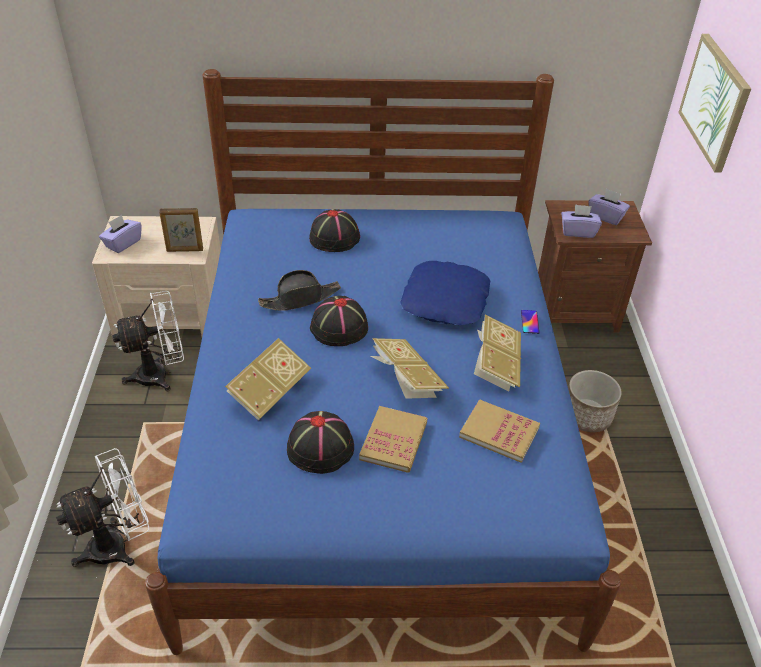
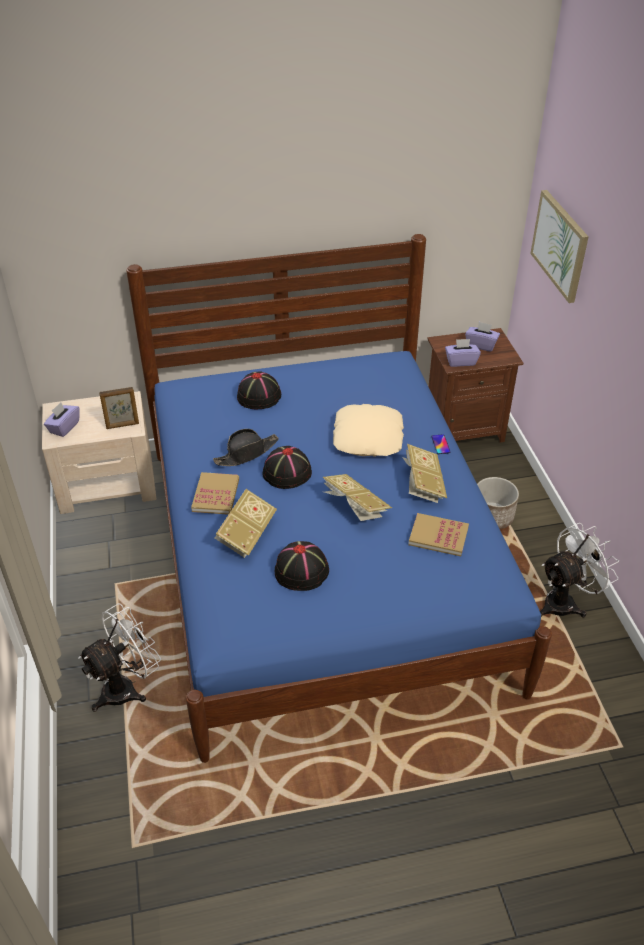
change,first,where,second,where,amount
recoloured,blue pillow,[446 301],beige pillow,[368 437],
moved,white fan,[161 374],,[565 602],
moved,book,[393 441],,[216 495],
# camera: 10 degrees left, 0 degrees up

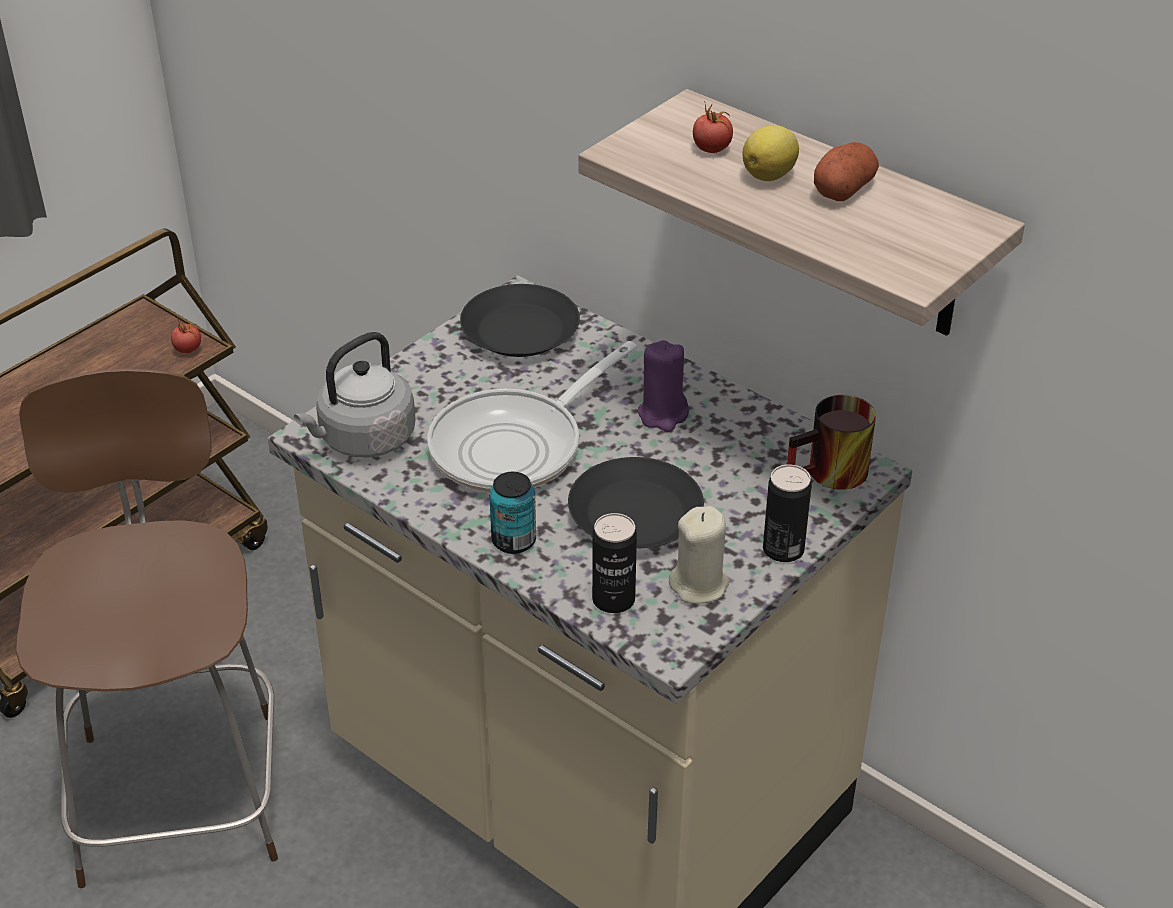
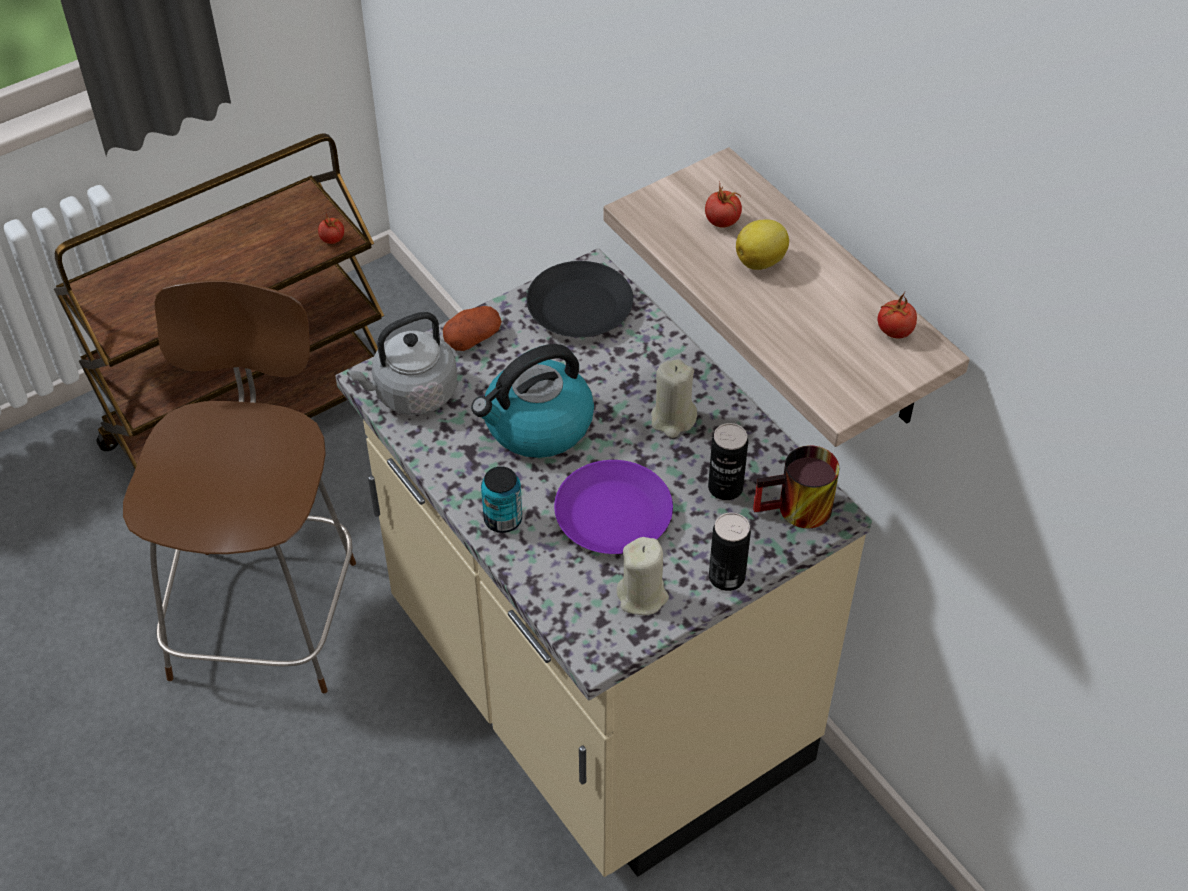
change,first,where,second,where,amount
moved,potato,[843 189],,[473 338],
recoloured,purple candle,[663 414],beige candle,[673 419],
replaced,frying pan,[516 446],kettle,[537 425],
recoloured,black plate,[635 516],purple plate,[613 516],
moved,can,[613 600],,[725 488],
added,,,tomato,[894 331],
# camera: 15 degrees right, 10 degrees up

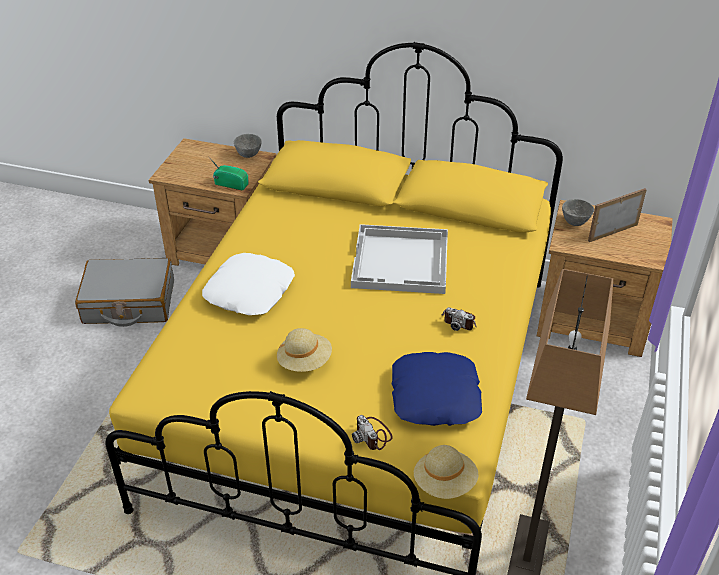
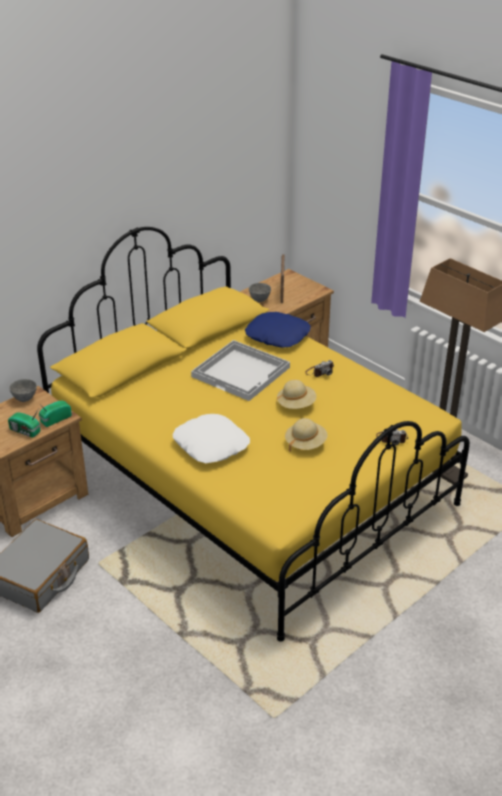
change,first,where,second,where,amount
moved,blue pillow,[436 396],,[278 335],
moved,beige hat,[445 483],,[296 404],
added,,,radio,[25 431],
# camera: 60 degrees left, 5 degrees down

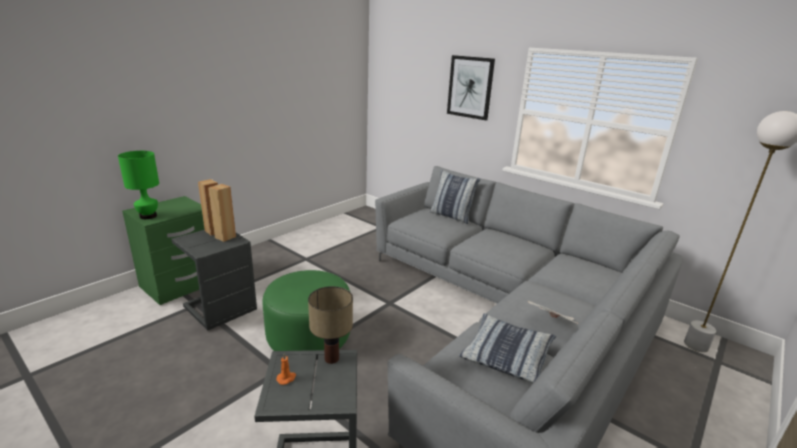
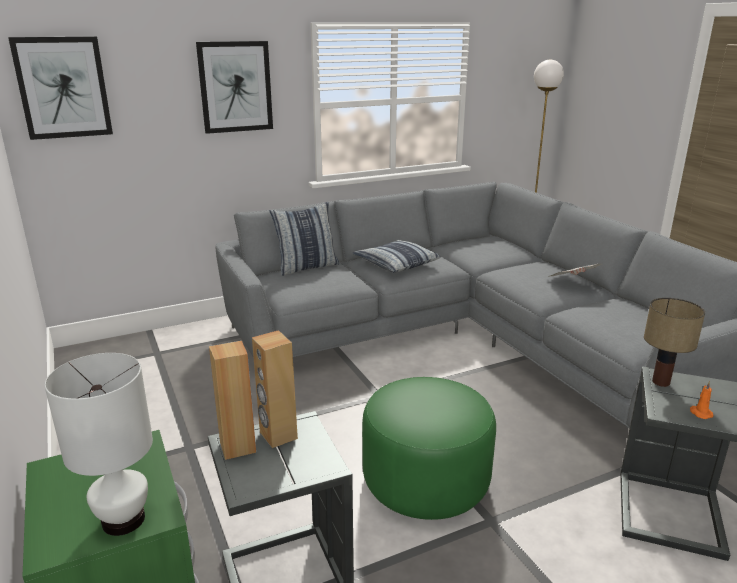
change,first,where,second,where,amount
recoloured,green table lamp,[148 216],white table lamp,[122 520],
moved,pillow,[507 355],,[396 264],
added,,,picture,[63 88],
# camera: 65 degrees left, 0 degrees up

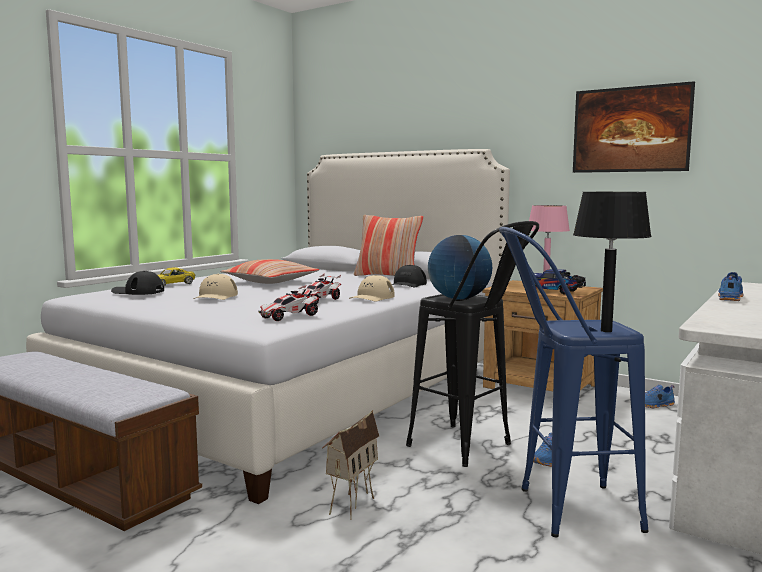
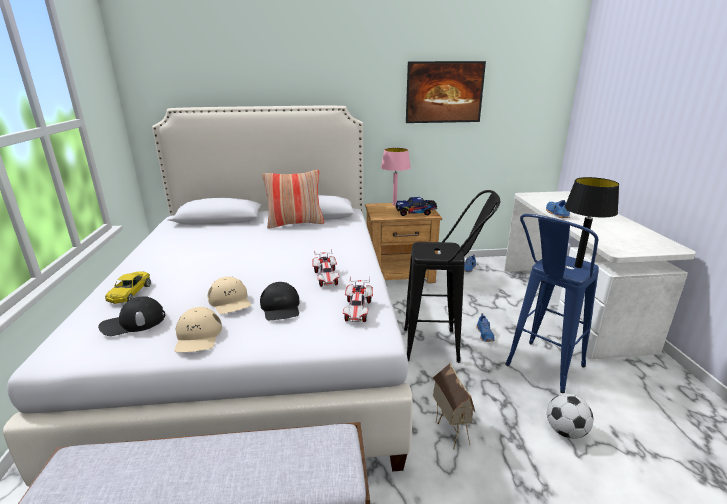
change,first,where,second,where,amount
removed,globe,[459 299],,,
removed,pillow,[270 281],,,
moved,black cap,[407 284],,[281 307],
moved,beige cap,[372 297],,[198 336],
added,,,football,[565 431],
# camera: 40 degrees left, 15 degrees up

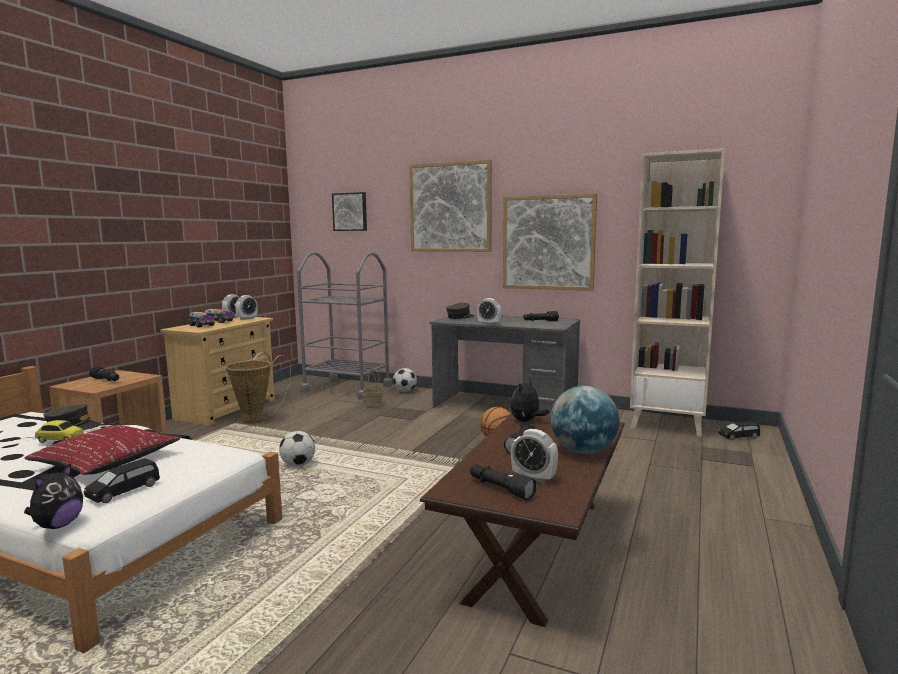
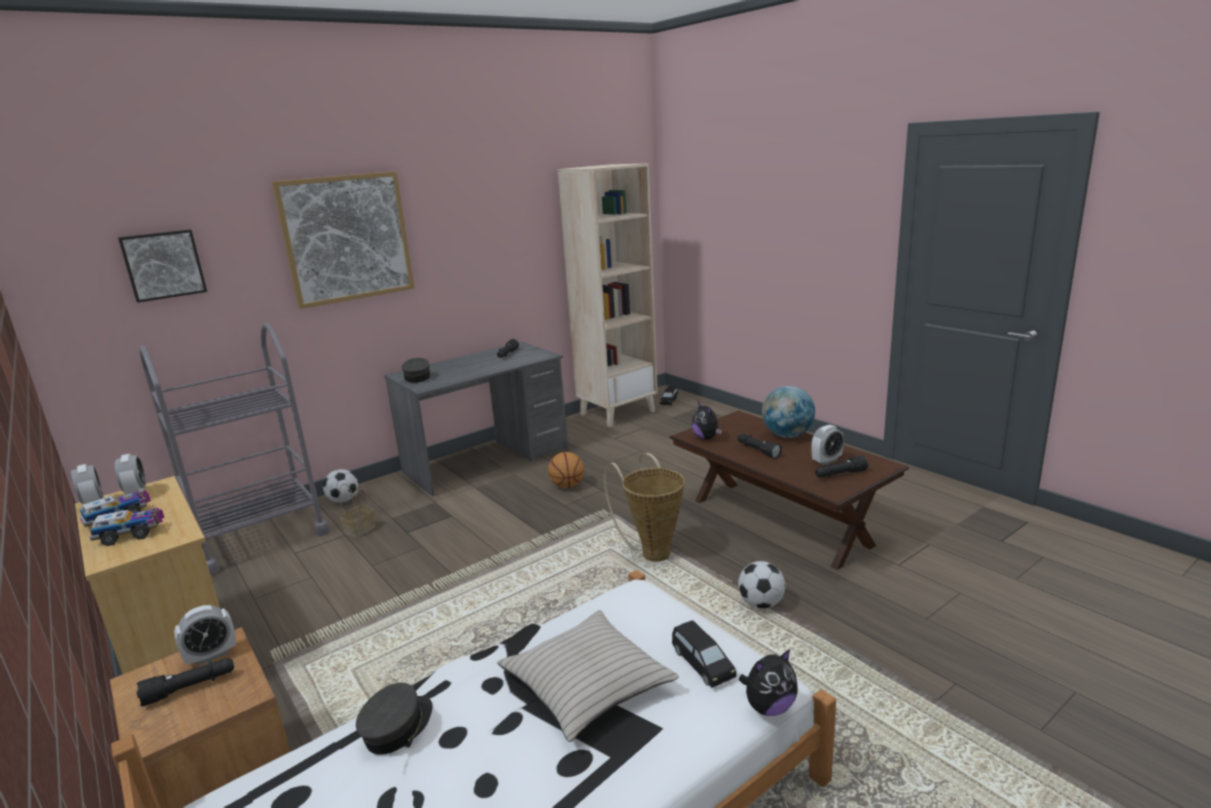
change,first,where,second,where,amount
removed,picture,[548 242],,,
moved,alarm clock,[489 324],,[212 656],
moved,basket,[257 419],,[652 551],
removed,toy car,[60 440],,,
recoloured,red pillow,[106 461],beige pillow,[587 685],
moved,football,[298 465],,[761 604],
turned,plush toy,[58 525],,[769 707],105 degrees clockwise
# camera: 60 degrees left, 10 degrees up

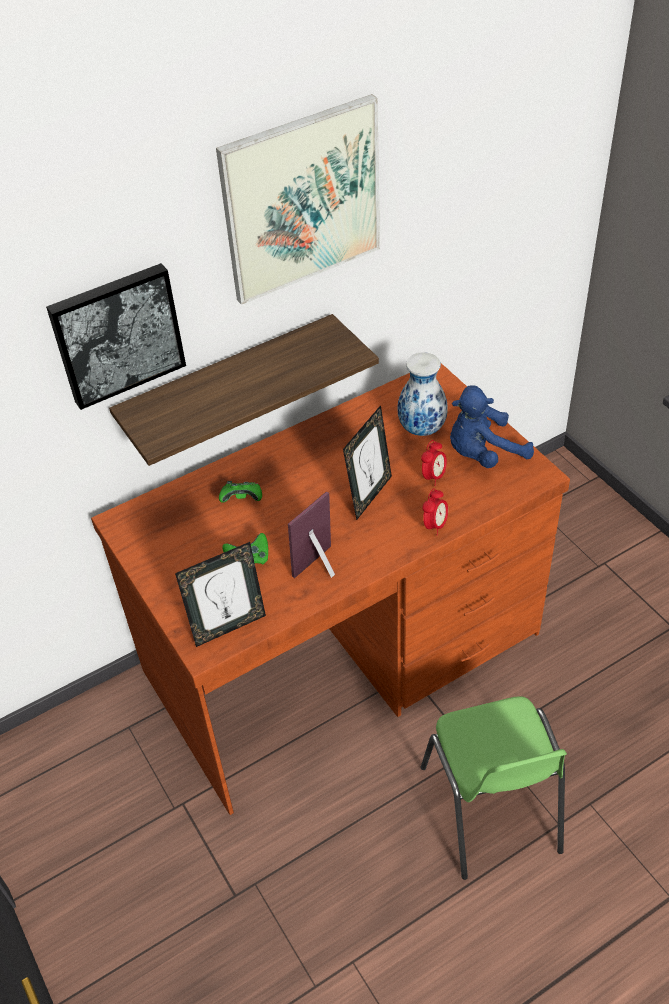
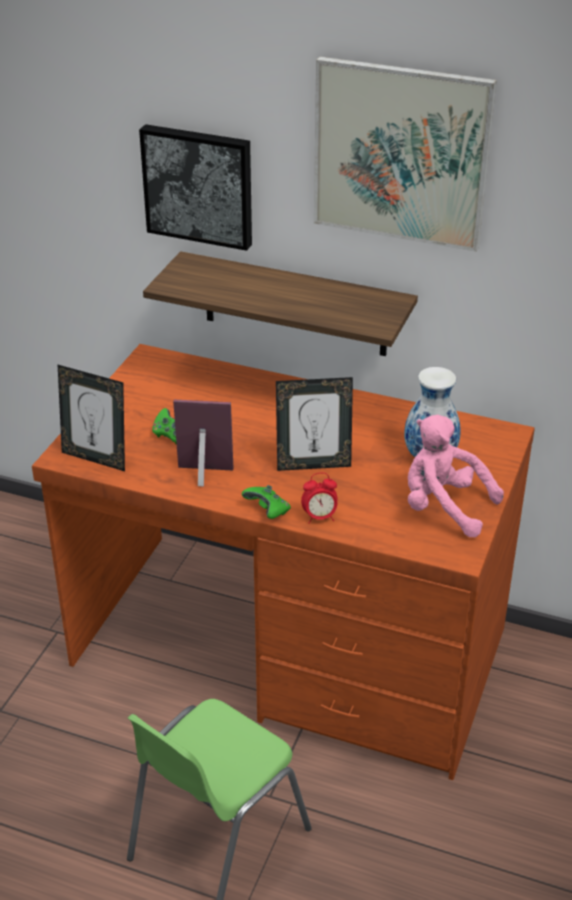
change,first,where,second,where,amount
recoloured,blue plush toy,[483 453],pink plush toy,[443 507],
removed,alarm clock,[433 477],,,
moved,green game controller,[242 499],,[268 511],
# camera: 50 degrees right, 10 degrees down

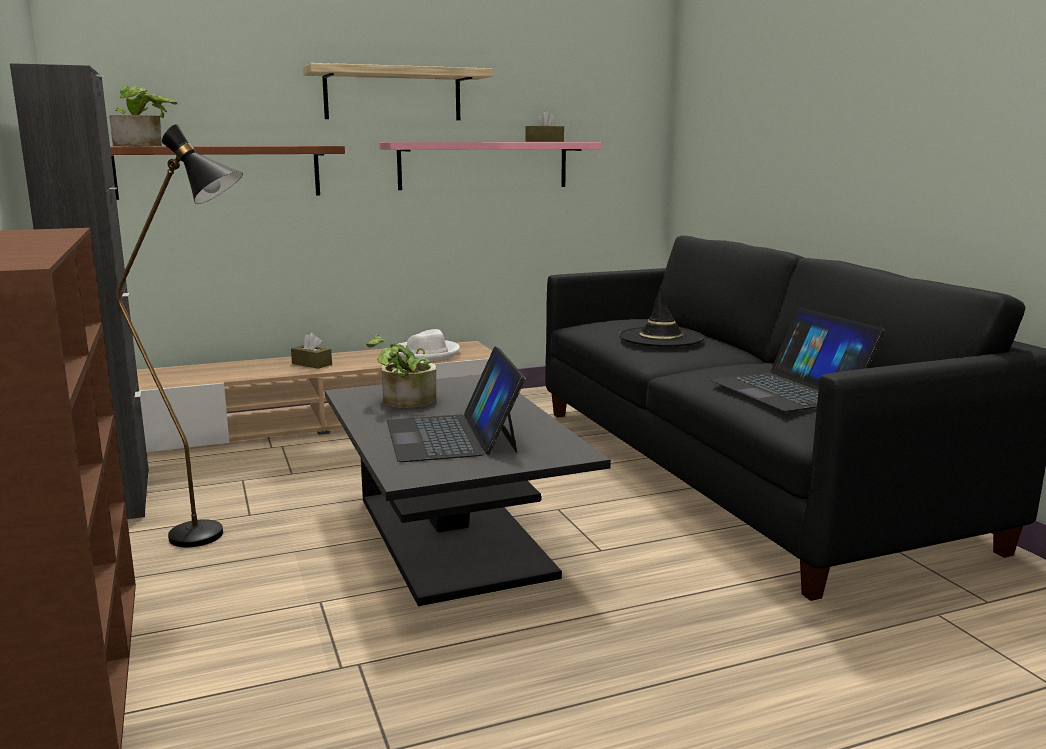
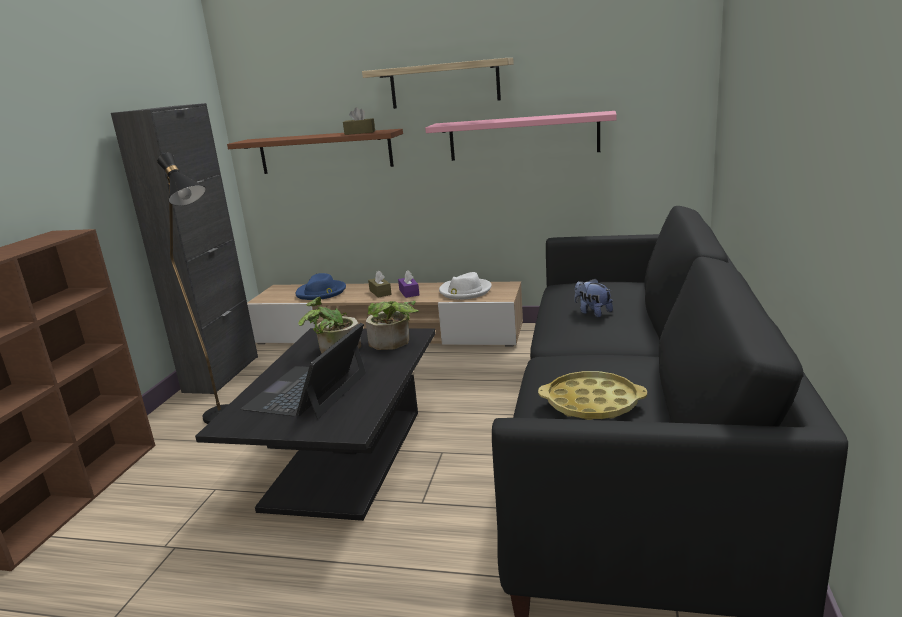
change,first,where,second,where,amount
moved,potted plant,[144 146],,[393 343],
moved,brown tissue box,[544 141],,[360 133],
replaced,black hat,[661 338],plush toy,[592 312],
replaced,laptop,[790 389],yellow tray,[592 403],
added,,,purple tissue box,[409 292],
added,,,blue hat,[321 292],
# camera: 35 degrees right, 5 degrees up

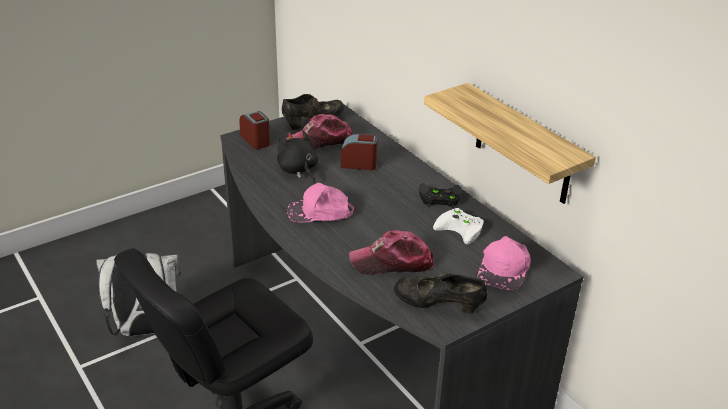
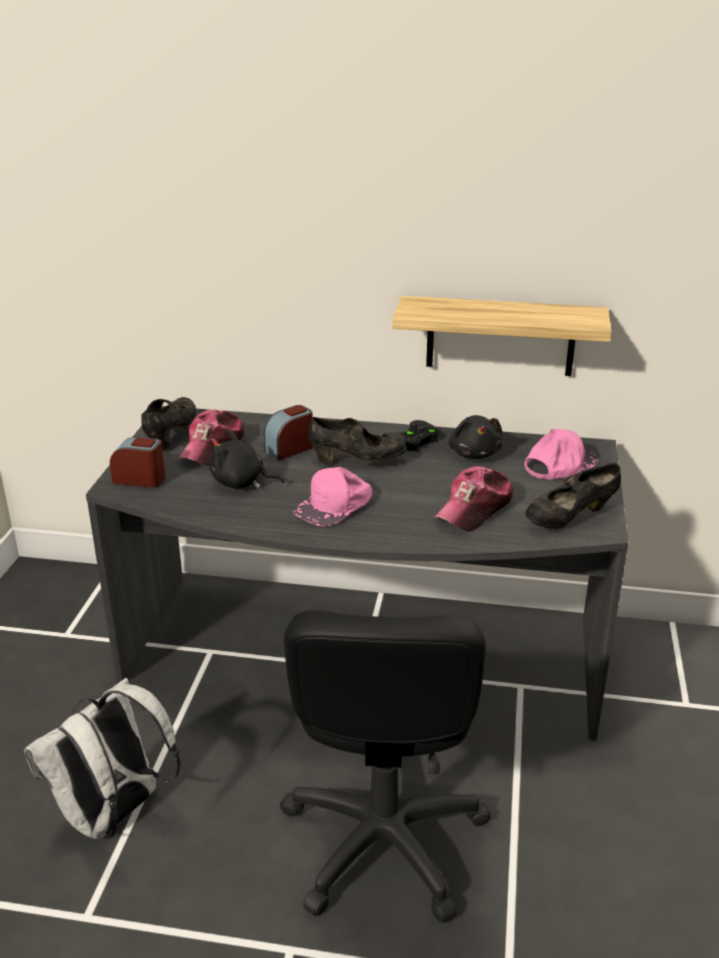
change,first,where,second,where,amount
replaced,white game controller,[462 228],black plush toy,[474 453],
turned,pink cap,[505 268],,[559 464],105 degrees counterclockwise
added,,,black shoe,[357 461],
# camera: 45 degrees left, 5 degrees down

